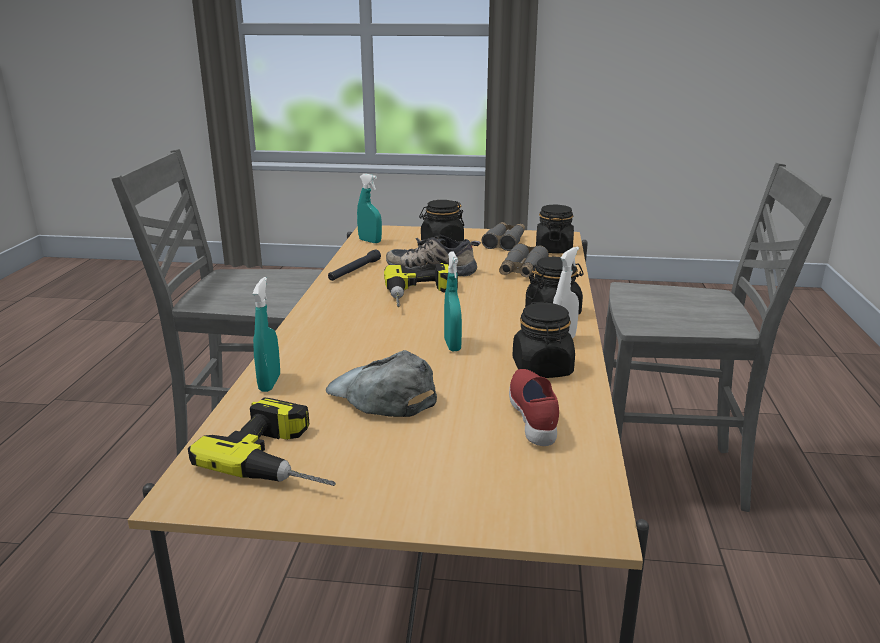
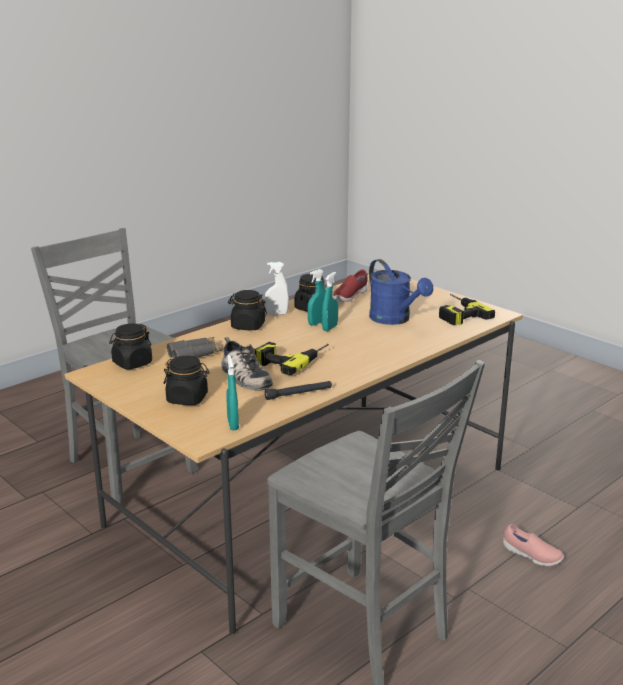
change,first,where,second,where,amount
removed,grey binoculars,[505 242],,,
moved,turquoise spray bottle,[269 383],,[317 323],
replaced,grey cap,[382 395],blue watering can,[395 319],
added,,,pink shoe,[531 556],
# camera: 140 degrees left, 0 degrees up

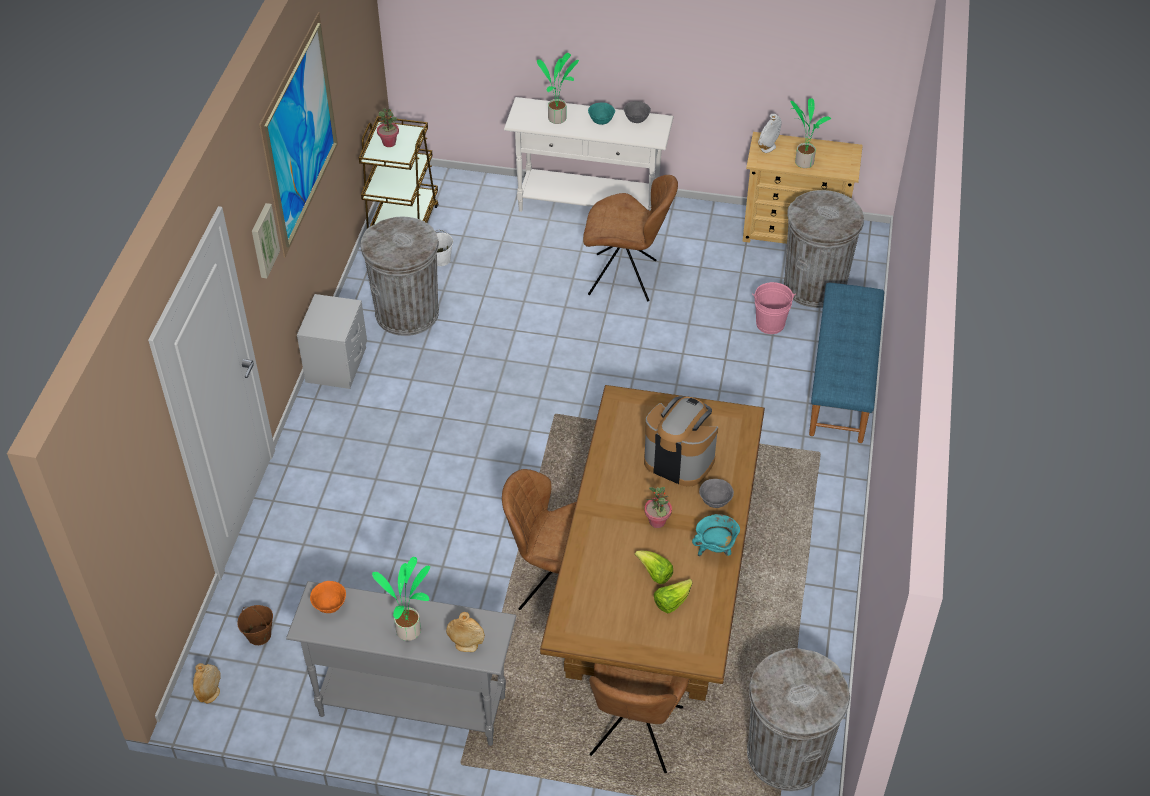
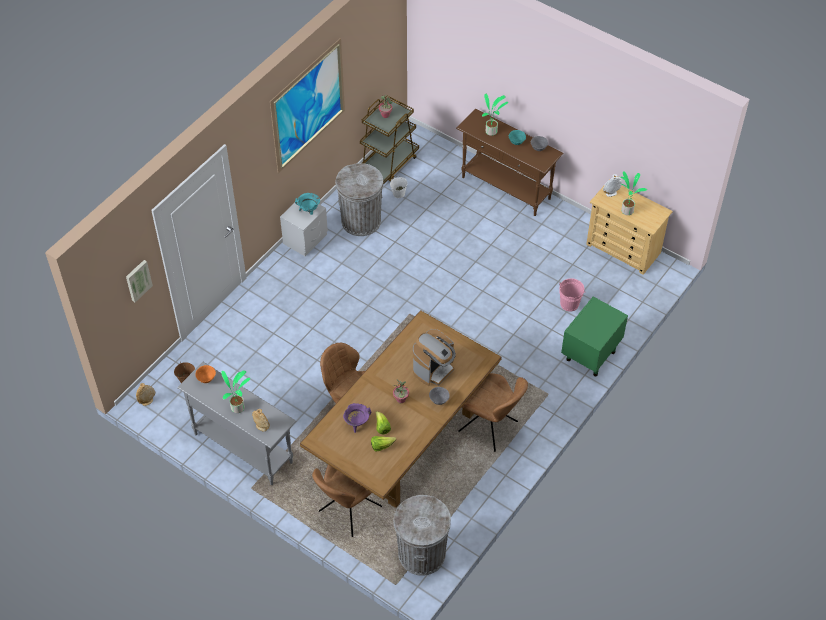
change,first,where,second,where,amount
recoloured,white console table,[589 206],brown console table,[506 188],
moved,brown chair,[626 278],,[490 427],
removed,grey trash can,[815 286],,,
moved,picture,[263 240],,[138 280],
replaced,blue bench,[843 382],green nightstand,[590 356],
turned,coffee machine,[678 460],,[434 369],75 degrees clockwise
moved,turquoise cooking pot,[715 549],,[309 211],
added,,,purple cooking pot,[357 423],
# camera: 25 degrees right, 5 degrees up

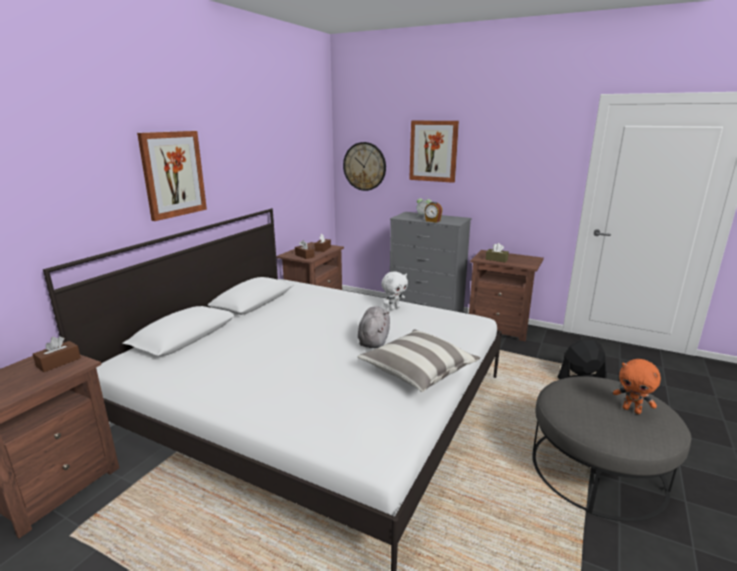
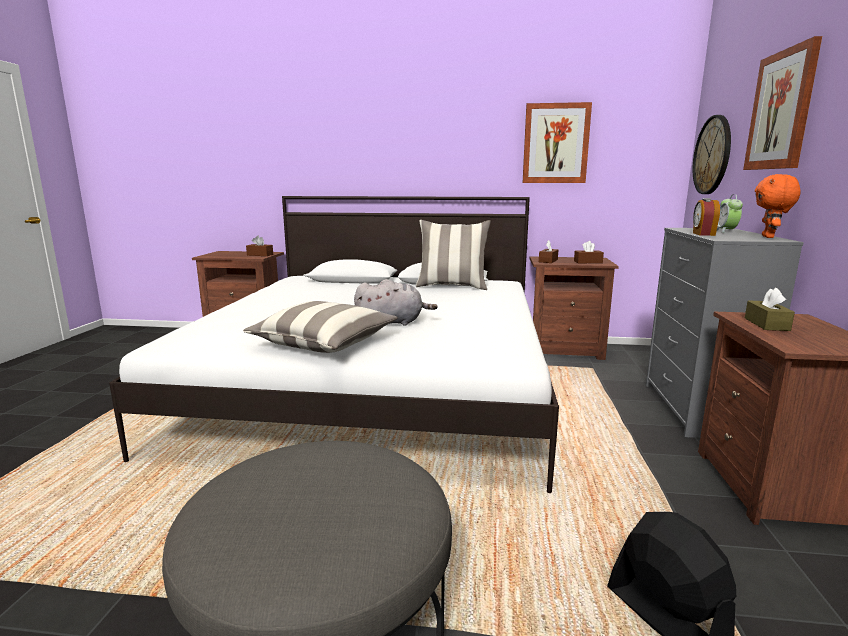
change,first,where,second,where,amount
moved,picture,[173 174],,[555 143],
removed,white plush toy,[394 308],,,
moved,orange plush toy,[632 410],,[769 237],
added,,,pillow,[452 286],
# camera: 70 degrees right, 5 degrees down

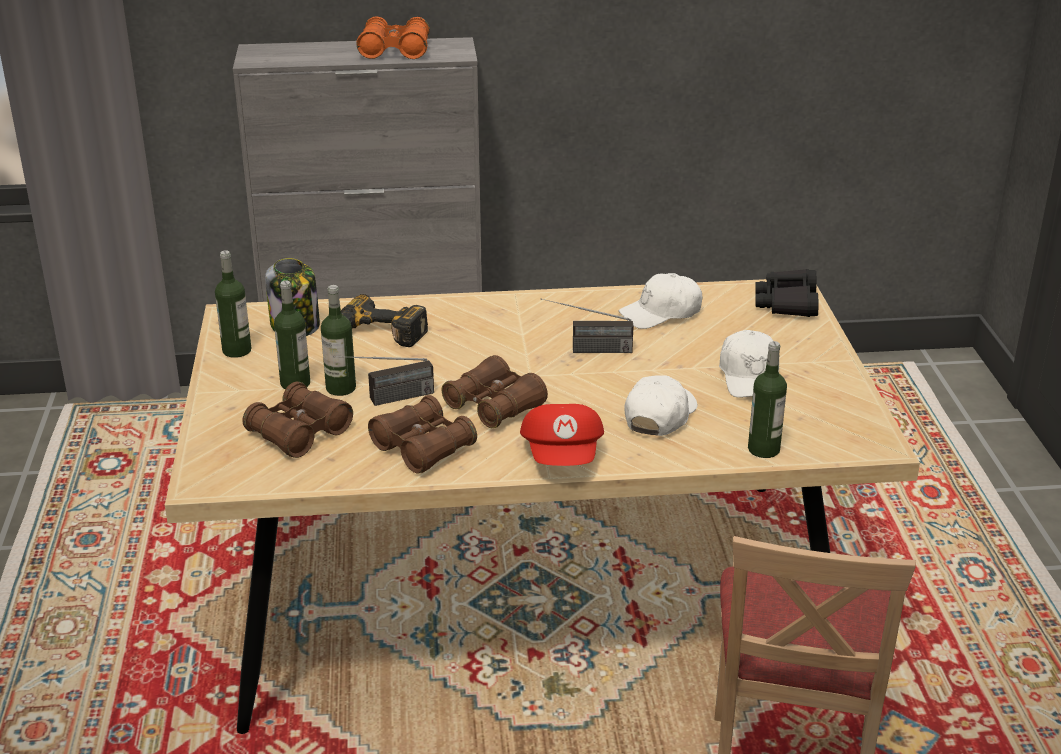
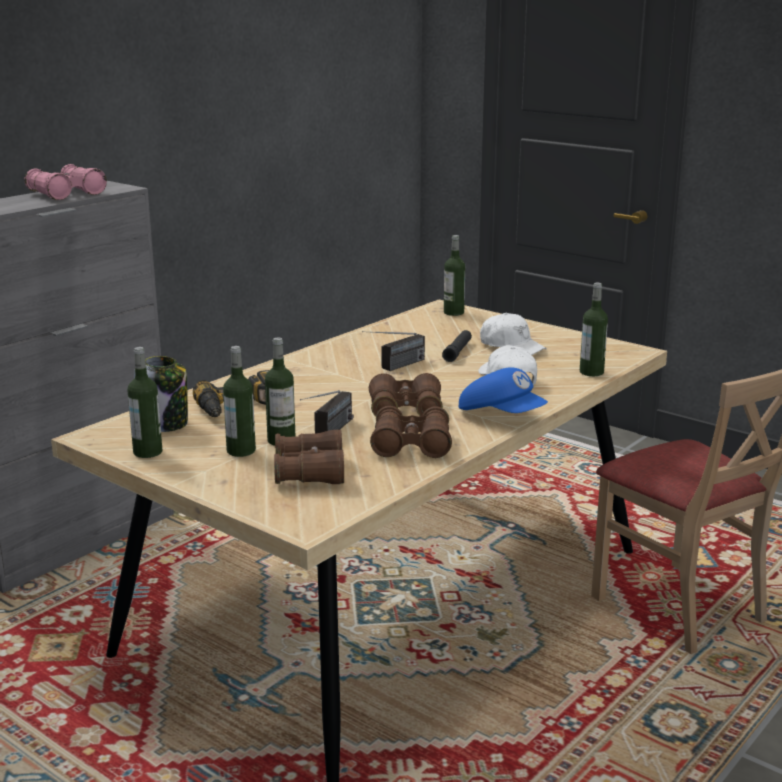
change,first,where,second,where,amount
recoloured,orange binoculars,[395 50],pink binoculars,[66 194],
replaced,black binoculars,[787 303],bottle,[453 312],
removed,white cap,[661 313],,,
recoloured,red cap,[563 456],blue cap,[502 415],
added,,,black flashlight,[457 351],
# camera: 45 degrees left, 10 degrees down

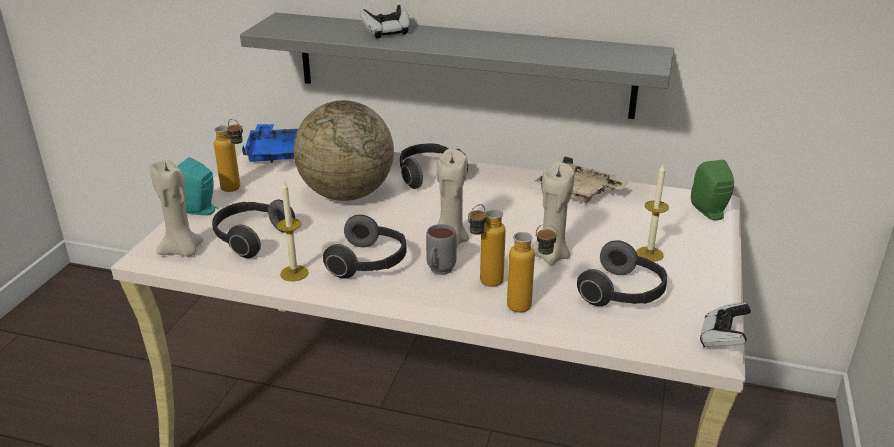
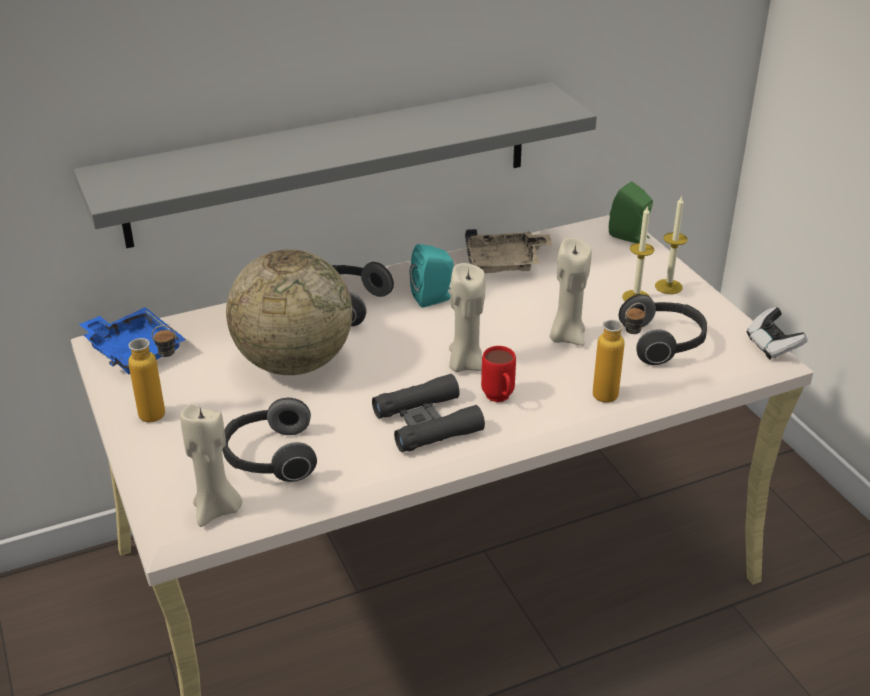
change,first,where,second,where,amount
removed,game controller,[387 33],,,
moved,turquoise speaker,[200 210],,[434 298],
moved,candle,[294 273],,[668 286],
removed,bottle,[484 284],,,
replaced,headphones,[370 263],black binoculars,[427 422],
recoloured,grey mug,[438 272],red mug,[499 399],
# camera: 40 degrees left, 5 degrees up

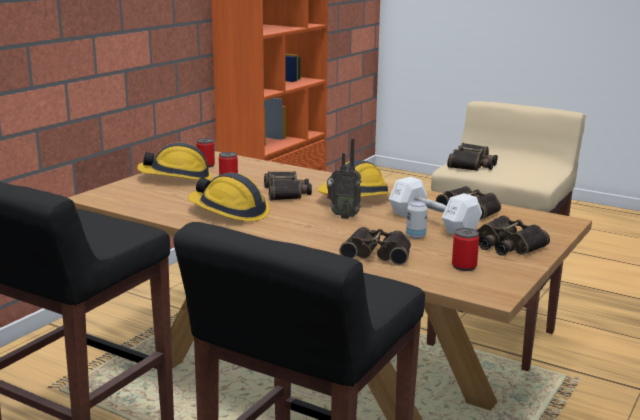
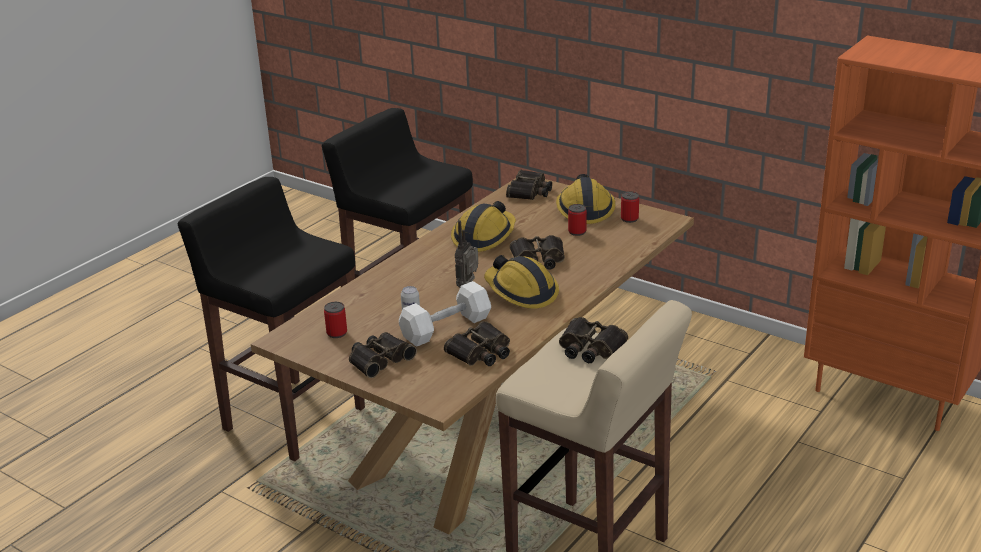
change,first,where,second,where,amount
moved,binoculars,[378 253],,[530 191],
# camera: 95 degrees right, 10 degrees up

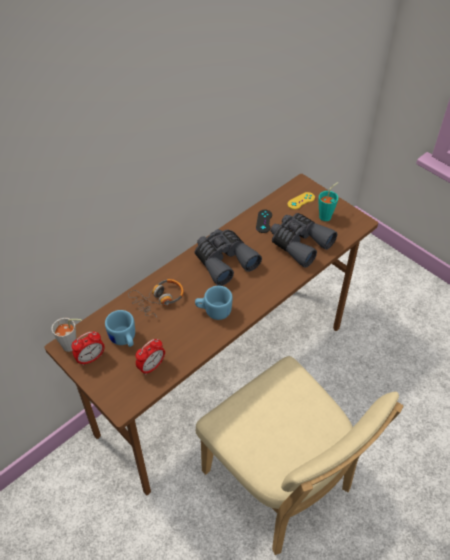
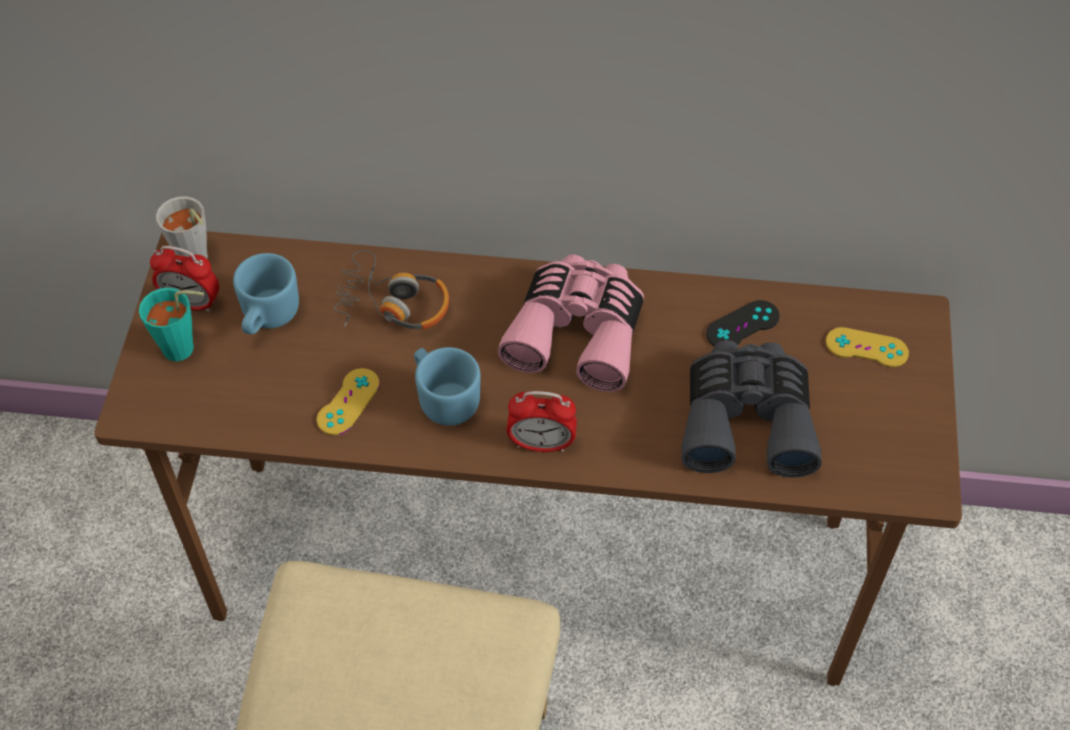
change,first,where,second,where,amount
moved,turquoise cup,[327 215],,[185 349],
recoloured,grey binoculars,[224 260],pink binoculars,[578 332],
moved,alarm clock,[151 367],,[541 444],
added,,,yellow game controller,[348 402],
# camera: 50 degrees right, 5 degrees up

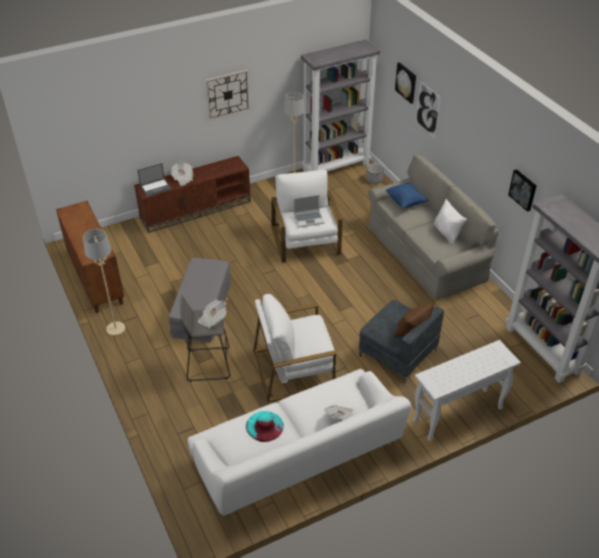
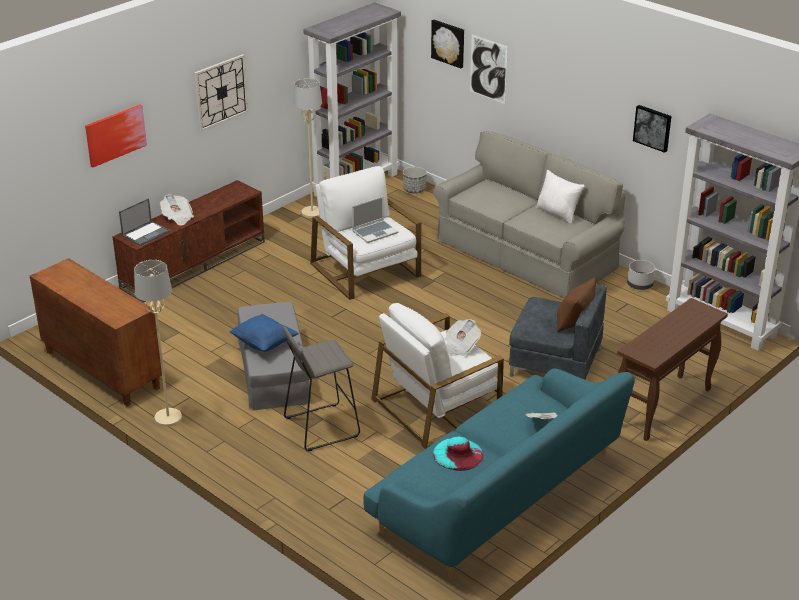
change,first,where,second,where,amount
moved,blue pillow,[405 202],,[264 344],
moved,newspaper,[212 319],,[460 346],
recoloured,white console table,[457 415],brown console table,[663 408],
recoloured,white sofa,[298 456],turquoise sofa,[499 494],
added,,,picture,[115 135],
added,,,grey planter,[640 285],
# camera: 20 degrees left, 10 degrees down

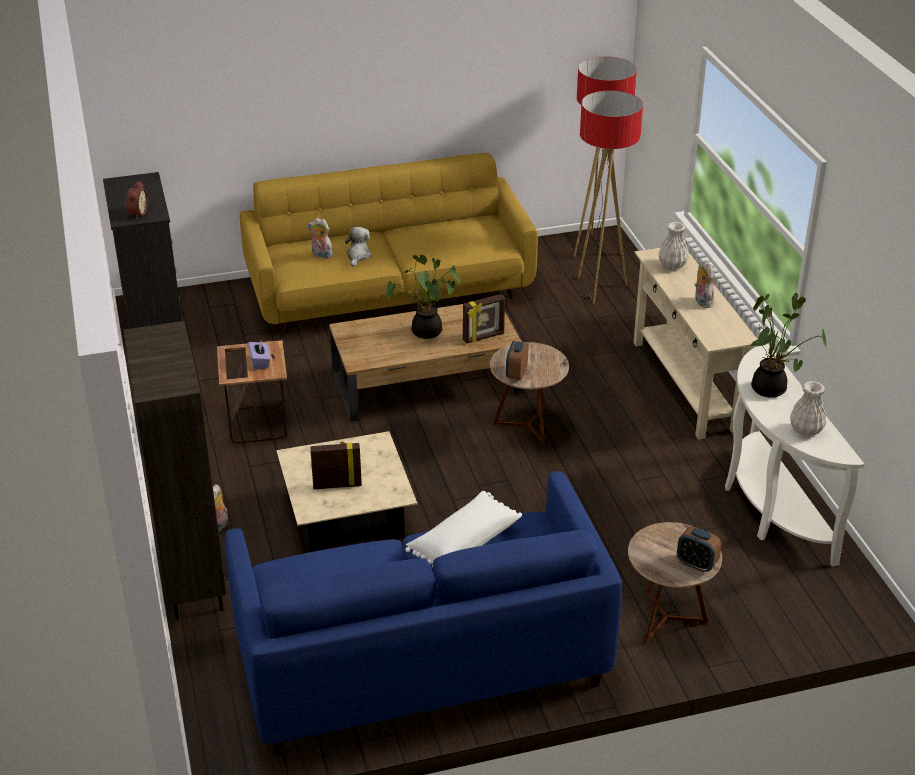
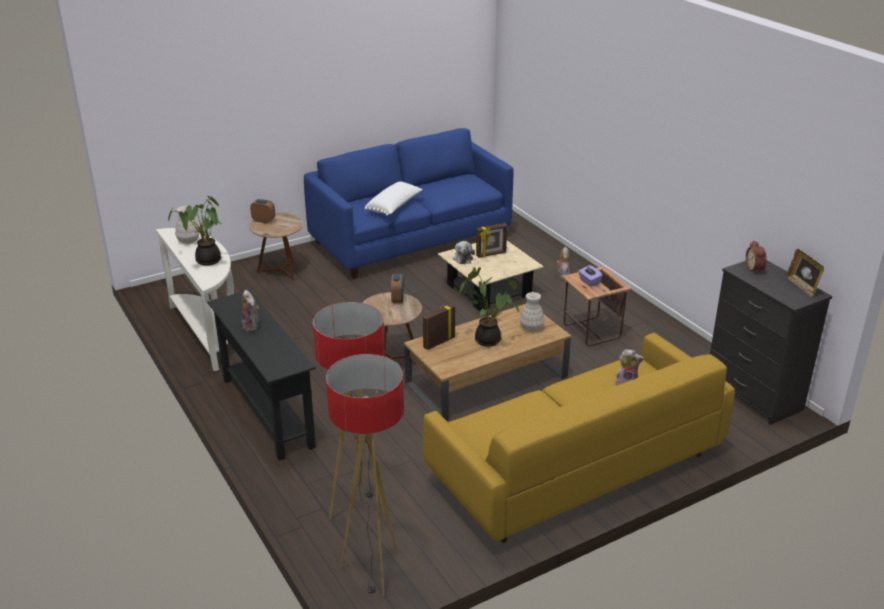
change,first,where,second,where,amount
moved,white vase,[672 265],,[531 327],
moved,plush toy,[358 256],,[463 258],
recoloured,beige console table,[684 385],black console table,[266 412],
removed,brown bookcase,[191 581],,,
added,,,picture frame,[802 286],
# camera: 165 degrees right, 5 degrees down

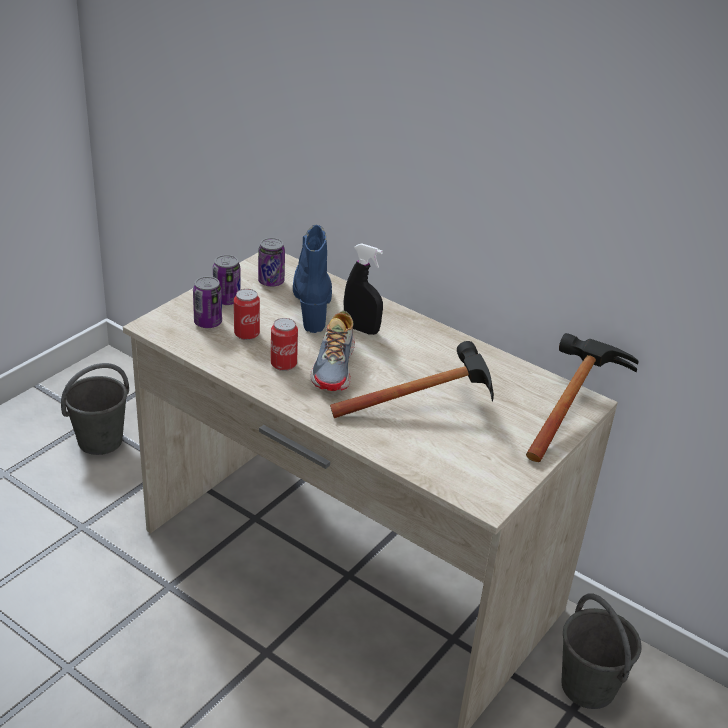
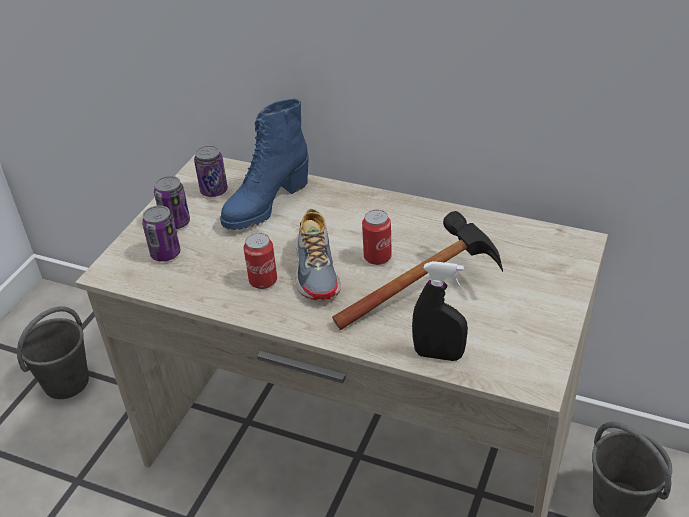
change,first,where,second,where,amount
turned,blue boot,[312 303],,[265 204],120 degrees counterclockwise
moved,black spray bottle,[361 329],,[438 355],
moved,can,[246 334],,[377 257],
removed,hammer,[570 408],,,
# camera: 10 degrees left, 5 degrees up

